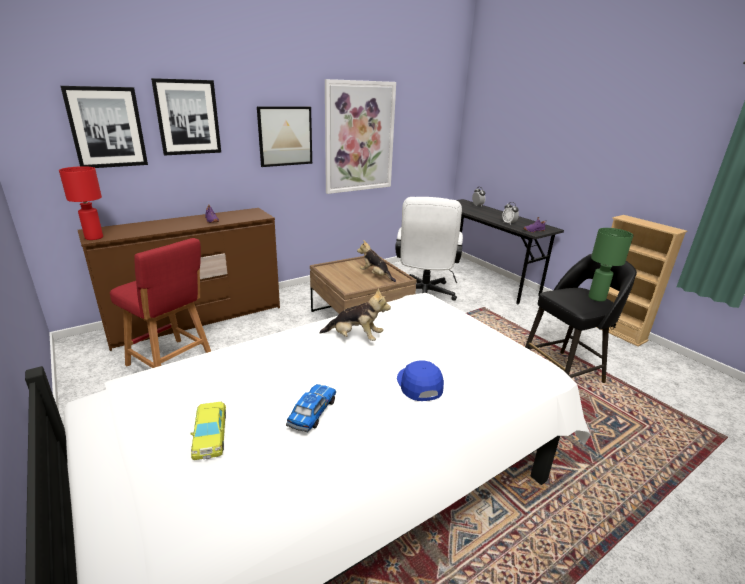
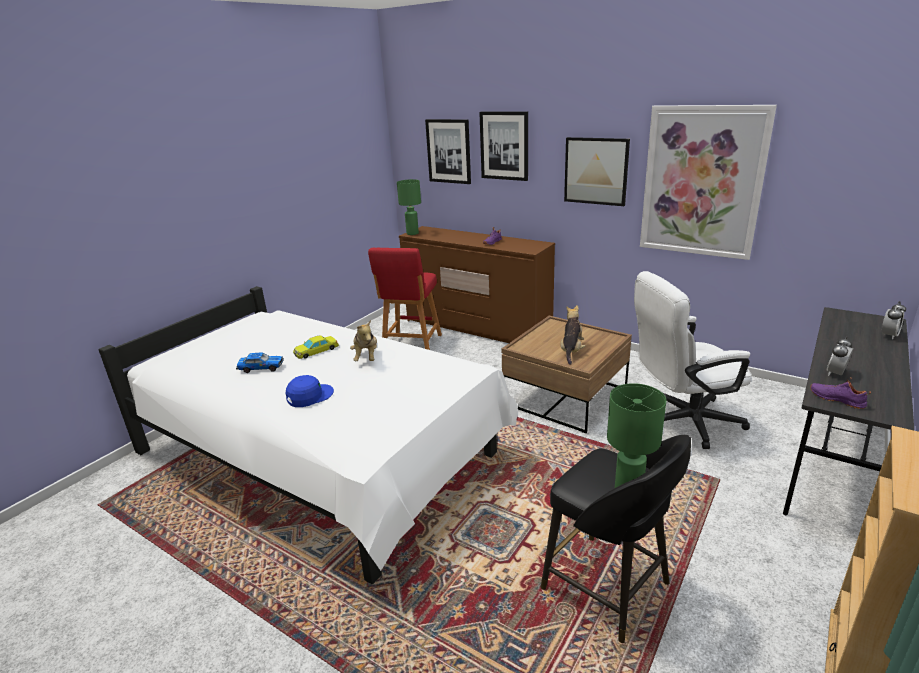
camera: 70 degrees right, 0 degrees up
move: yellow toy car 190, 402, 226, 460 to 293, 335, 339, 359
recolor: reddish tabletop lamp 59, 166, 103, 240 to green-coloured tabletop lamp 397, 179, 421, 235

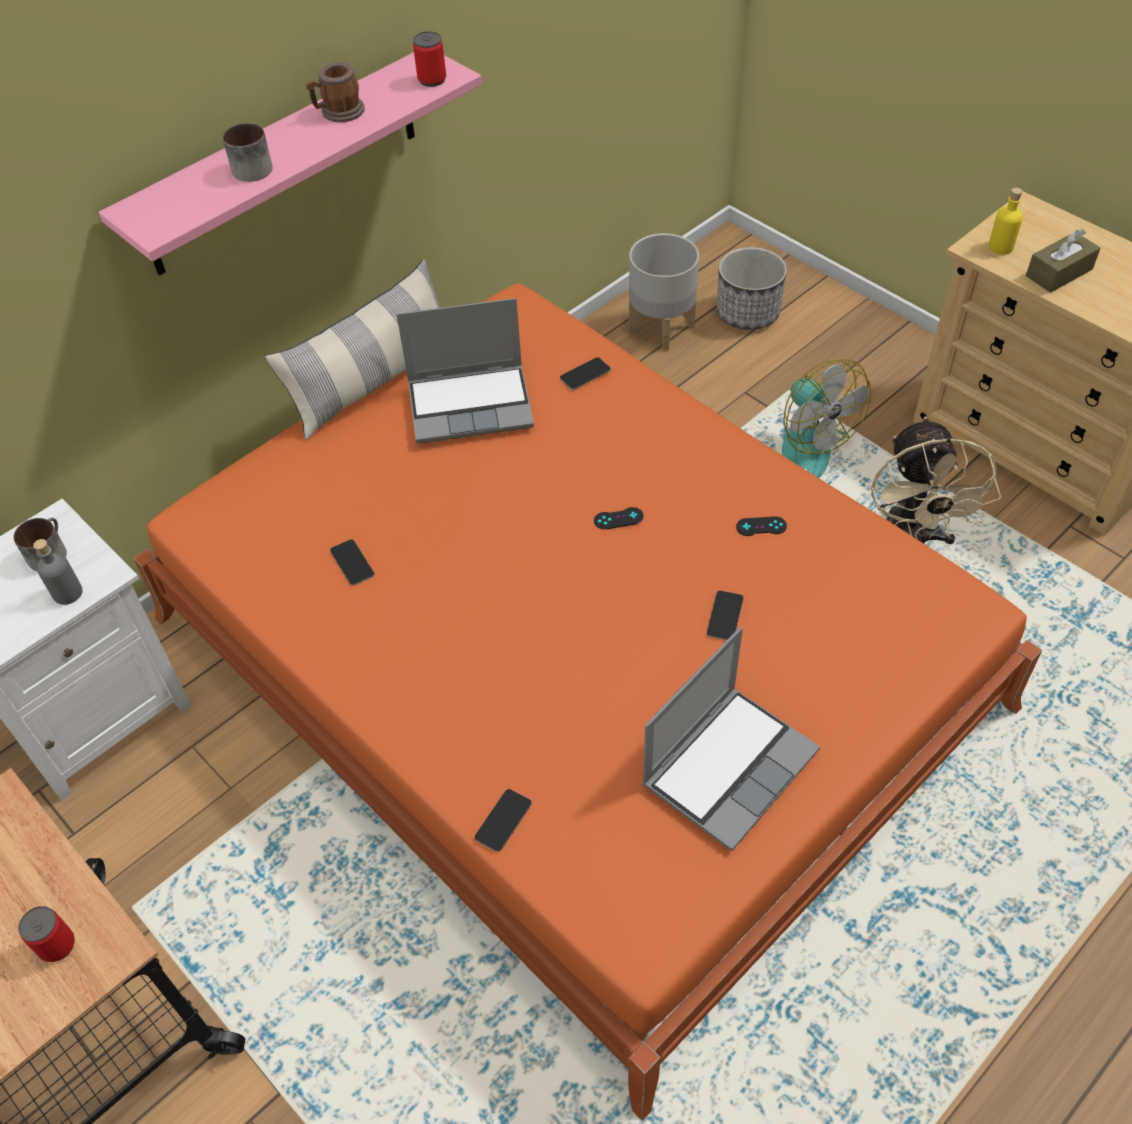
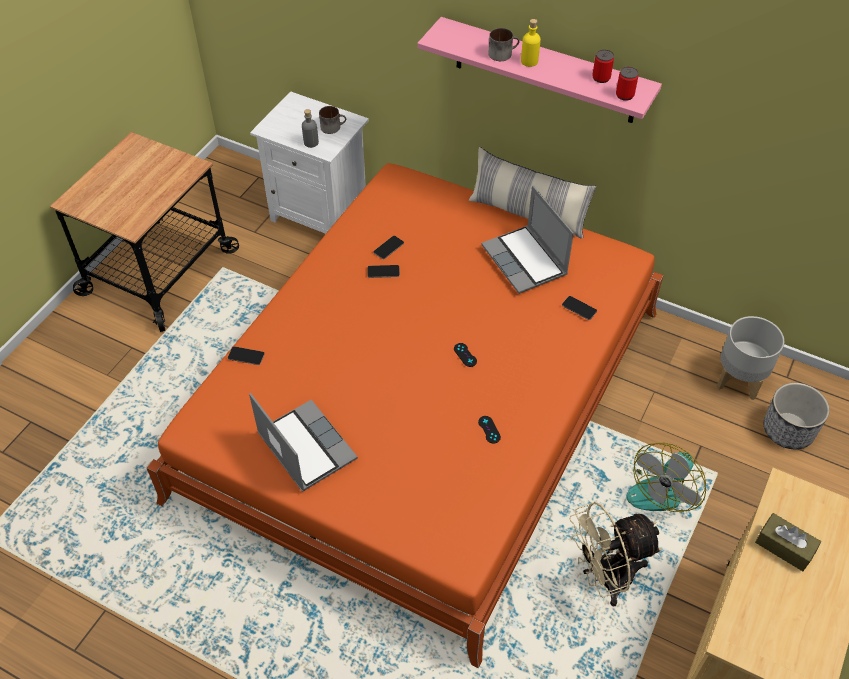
camera: 70 degrees right, 0 degrees up
delete: coffee mug 306, 62, 365, 122
move: metal can 18, 906, 75, 962 to 592, 50, 614, 83; telephone 707, 591, 743, 640 to 368, 265, 400, 278; yellow drink bottle 988, 188, 1023, 255 to 521, 19, 541, 67
rotate: portable computer 642, 627, 820, 851 = 249, 393, 358, 492 150 degrees counterclockwise

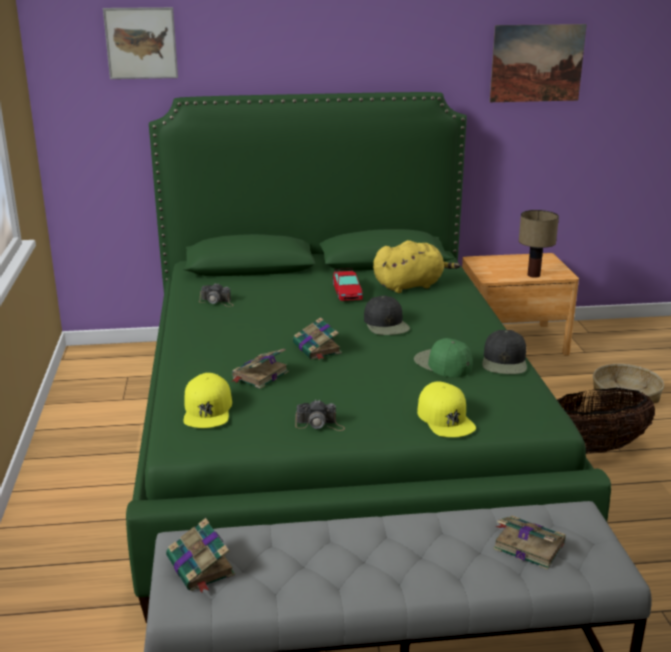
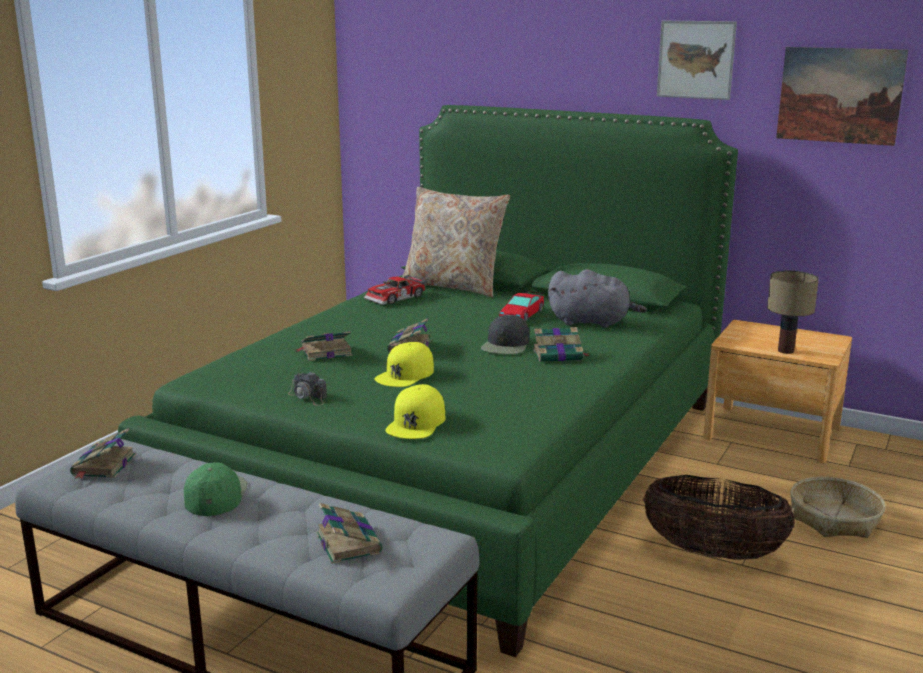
camera: 35 degrees right, 5 degrees down
delete: blackish cap 482, 330, 527, 374
insert: beige pillow 402, 187, 510, 297; book 533, 327, 590, 362
move: wall picture 103, 7, 178, 79 to 657, 21, 737, 100; yellow cap 183, 373, 232, 428 to 374, 342, 434, 387; green-coloured cap 414, 338, 473, 377 to 184, 462, 247, 516
replace: photo camera 199, 283, 233, 307 to toy car 364, 275, 427, 305
recolor: yellow plush toy 373, 240, 460, 293 to grey plush toy 548, 269, 647, 328

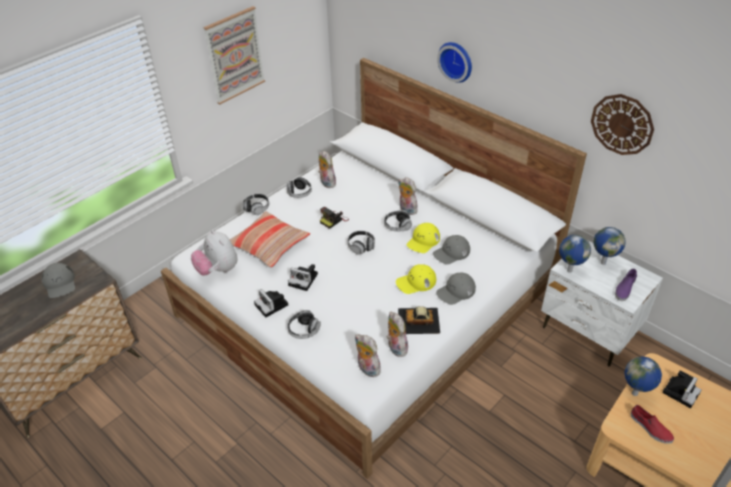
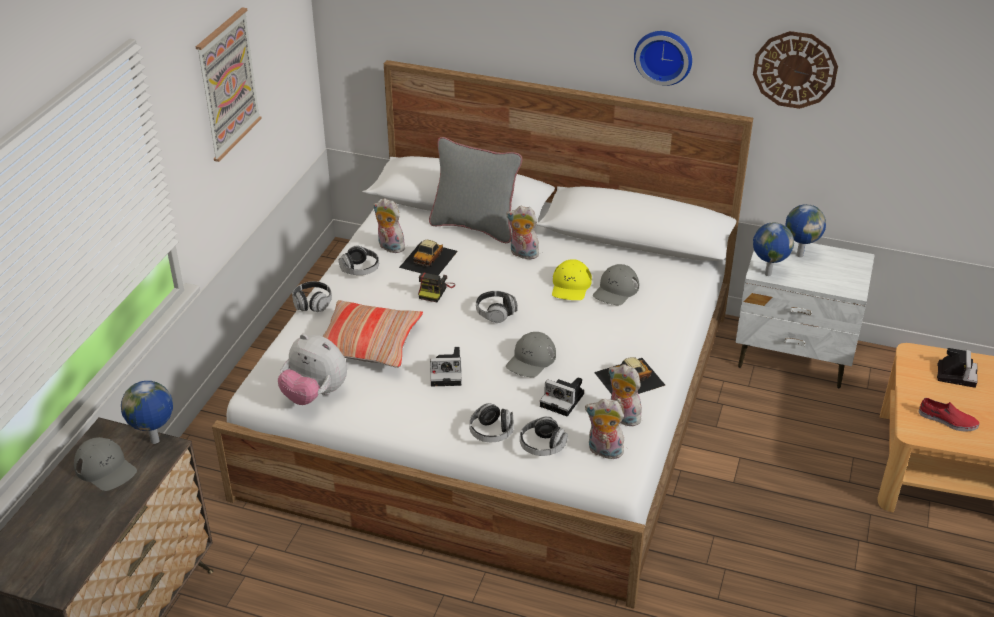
camera: 25 degrees left, 5 degrees down
delete: yellow cap 396, 264, 436, 294; purple-coloured item of footwear 615, 269, 637, 301
insert: toy car 399, 240, 458, 275; grey pillow 429, 137, 522, 243
move: photo camera 254, 289, 288, 317 to 540, 377, 584, 416; pair of headphones 384, 210, 412, 231 to 520, 416, 568, 456; grey cap 436, 272, 476, 305 to 506, 332, 556, 378; hanging clock 437, 42, 472, 83 to 634, 31, 692, 86; desk globe 624, 357, 662, 396 to 121, 381, 173, 444

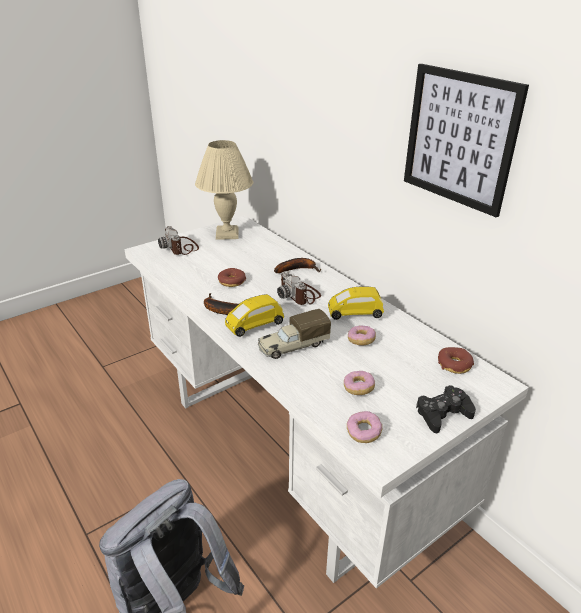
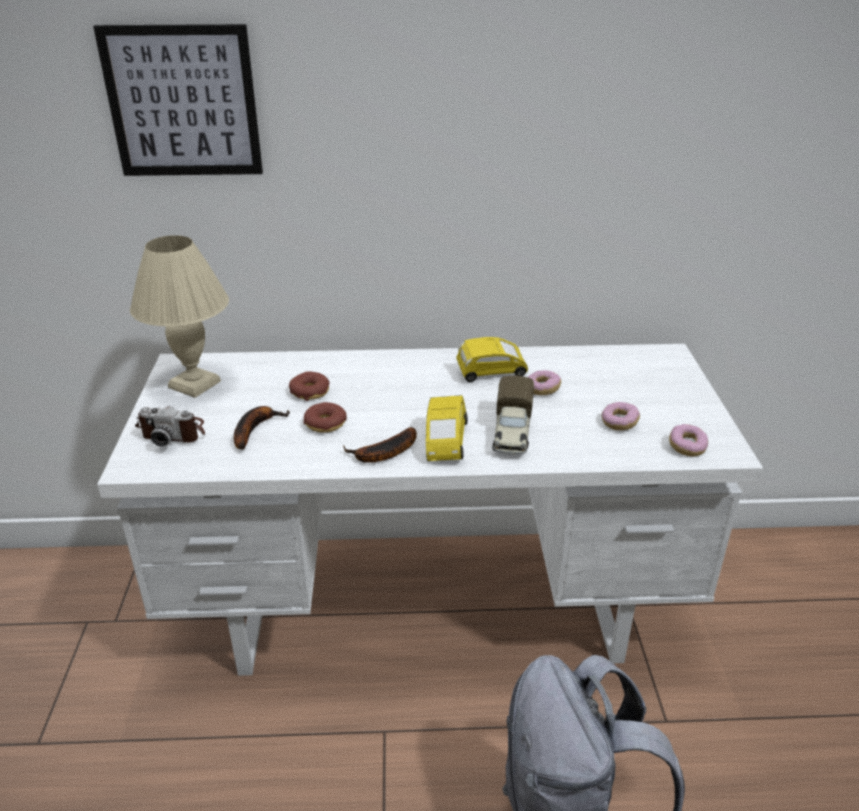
camera: 55 degrees left, 0 degrees up
delete: photo camera 277, 271, 321, 305; blackish gamepad 416, 385, 476, 434
move: banana fruit 274, 258, 321, 273 to 234, 406, 290, 450; wall picture 404, 64, 529, 217 to 93, 24, 263, 176; doughnut 438, 347, 474, 374 to 289, 371, 329, 401
rotate: yellow toy car 328, 287, 384, 320 = 456, 337, 528, 382 135 degrees counterclockwise

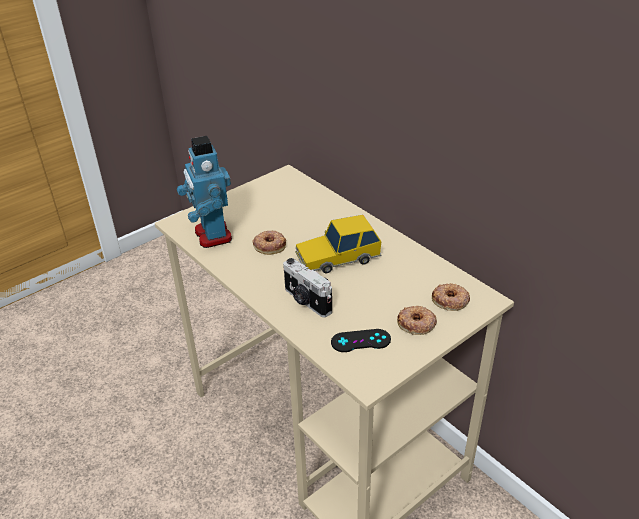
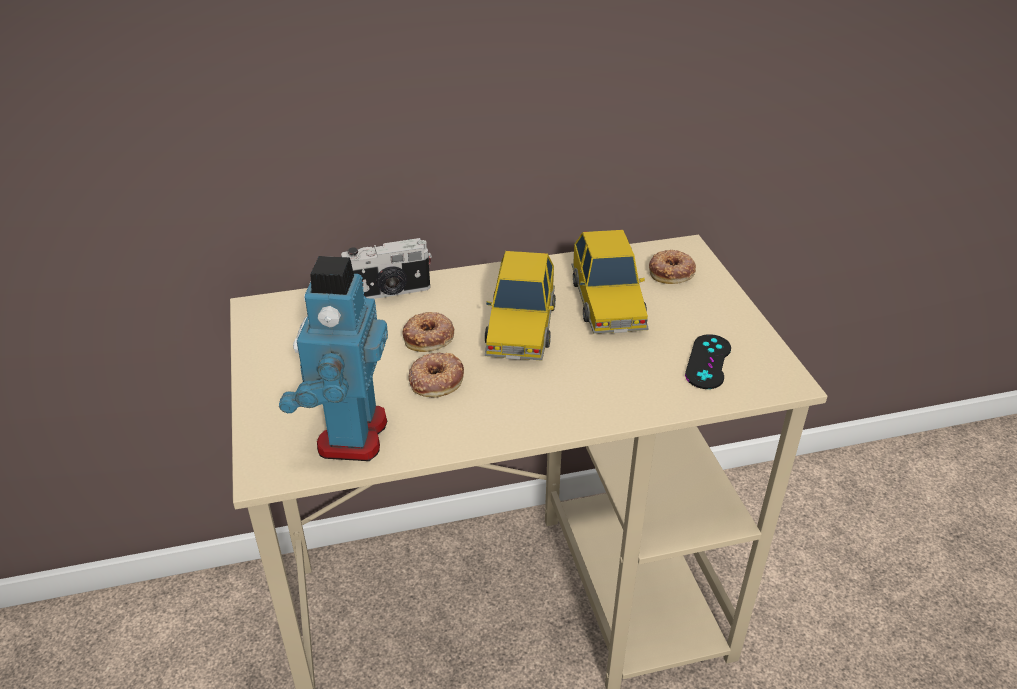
camera: 65 degrees left, 0 degrees up
insert: toy car 572, 230, 649, 334
move: photo camera 283, 258, 332, 317 to 341, 238, 432, 299; doughnut 397, 306, 437, 335 to 402, 312, 454, 352
rotate: toy robot 177, 136, 232, 248 = 279, 256, 388, 461 90 degrees clockwise

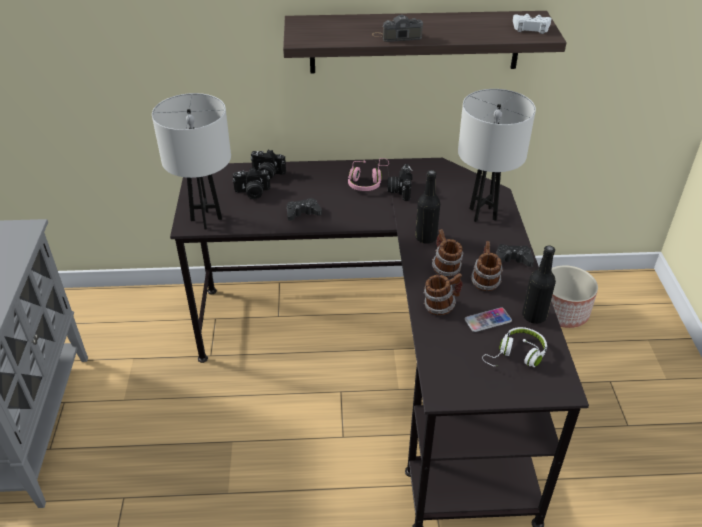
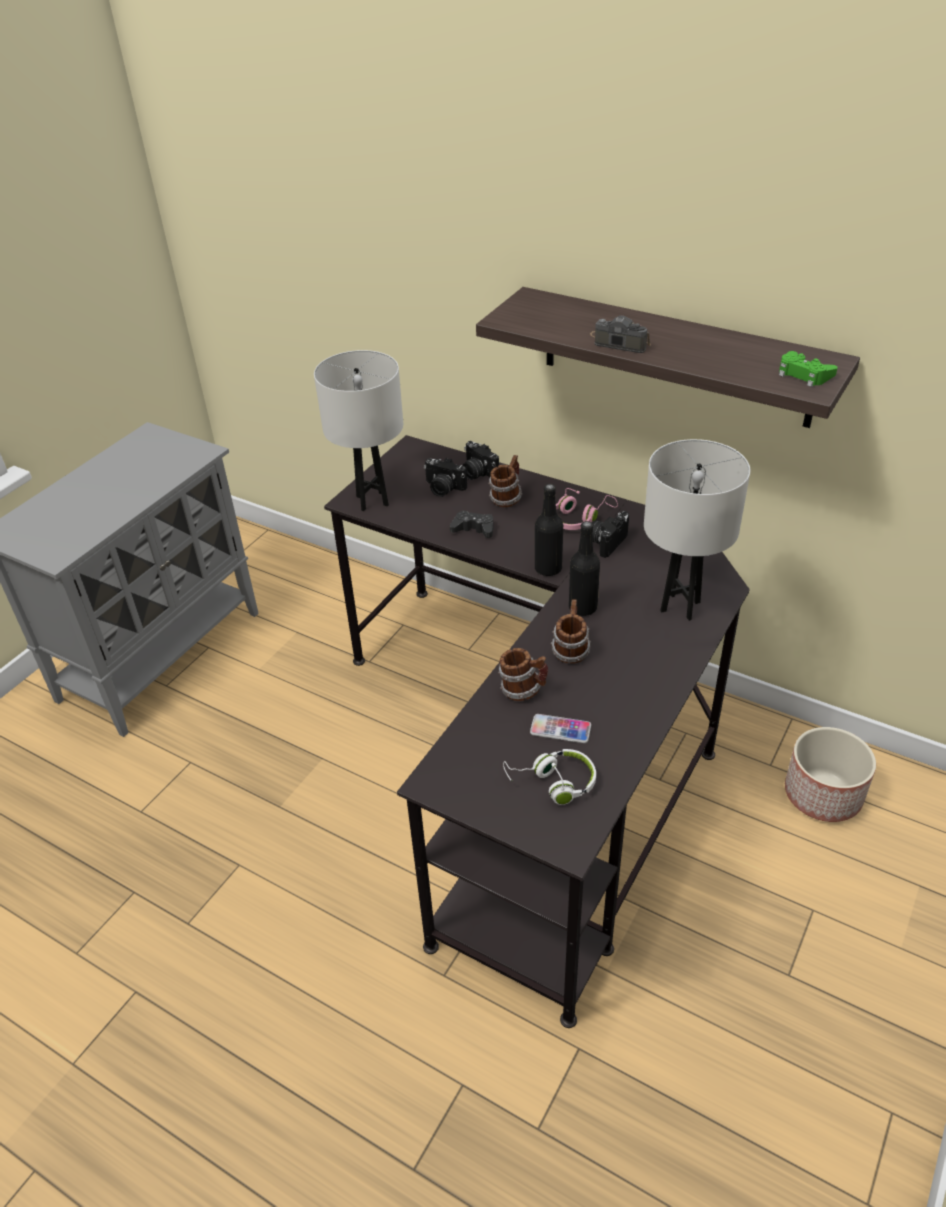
camera: 35 degrees right, 0 degrees up
delete: blackish gamepad 496, 244, 534, 267
move: coffee mug 470, 241, 503, 291 to 489, 455, 522, 507; blackish drink bottle 522, 245, 556, 324 to 535, 484, 563, 576
recolor: white gamepad 513, 14, 552, 34 to green-coloured gamepad 779, 351, 838, 387

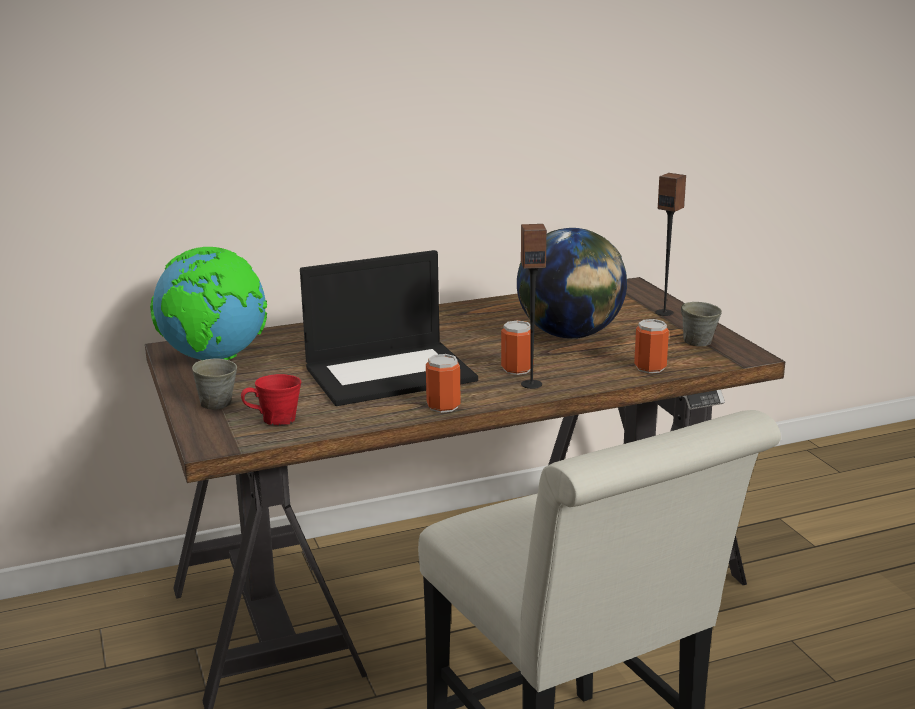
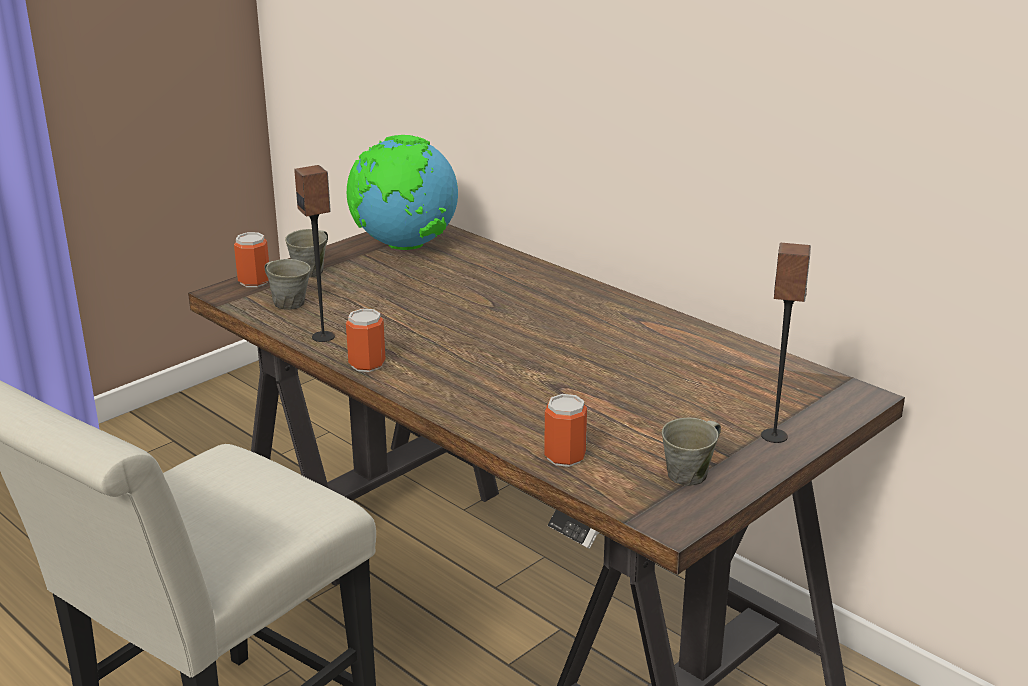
camera: 65 degrees right, 5 degrees up
delete: portable computer 300, 250, 478, 406; desk globe 517, 228, 627, 339
move: metal can 501, 320, 534, 375 to 234, 232, 269, 287; speaker 521, 224, 547, 389 to 294, 165, 335, 342
recolor: reddish coffee mug 241, 374, 301, 426 to grey coffee mug 265, 259, 311, 310

